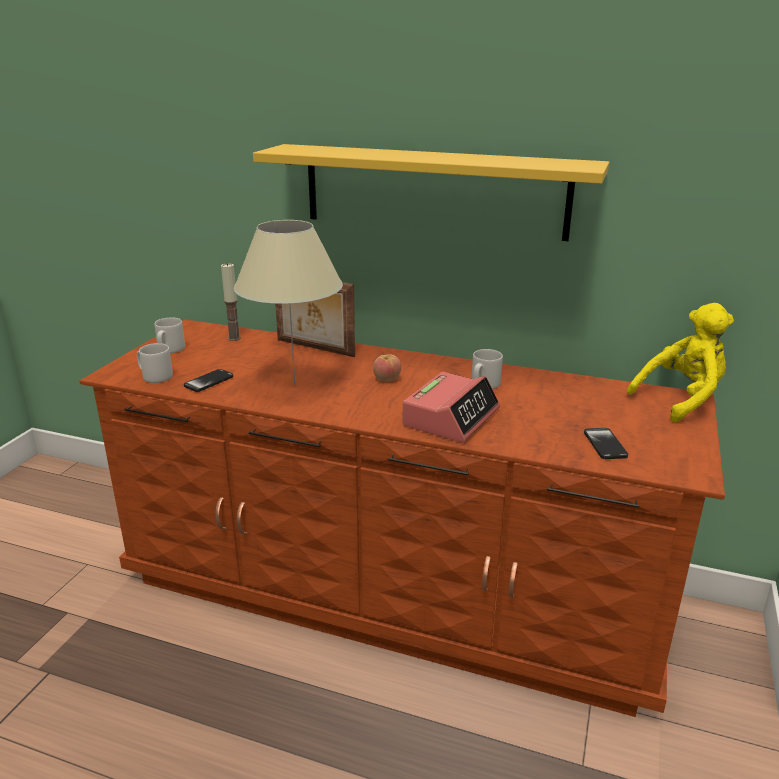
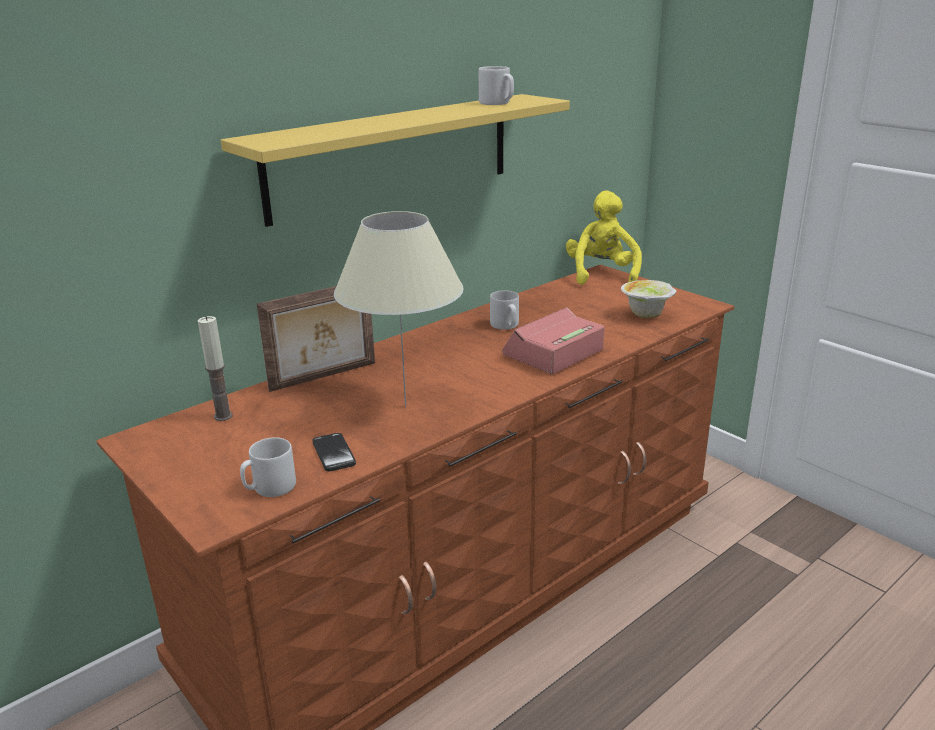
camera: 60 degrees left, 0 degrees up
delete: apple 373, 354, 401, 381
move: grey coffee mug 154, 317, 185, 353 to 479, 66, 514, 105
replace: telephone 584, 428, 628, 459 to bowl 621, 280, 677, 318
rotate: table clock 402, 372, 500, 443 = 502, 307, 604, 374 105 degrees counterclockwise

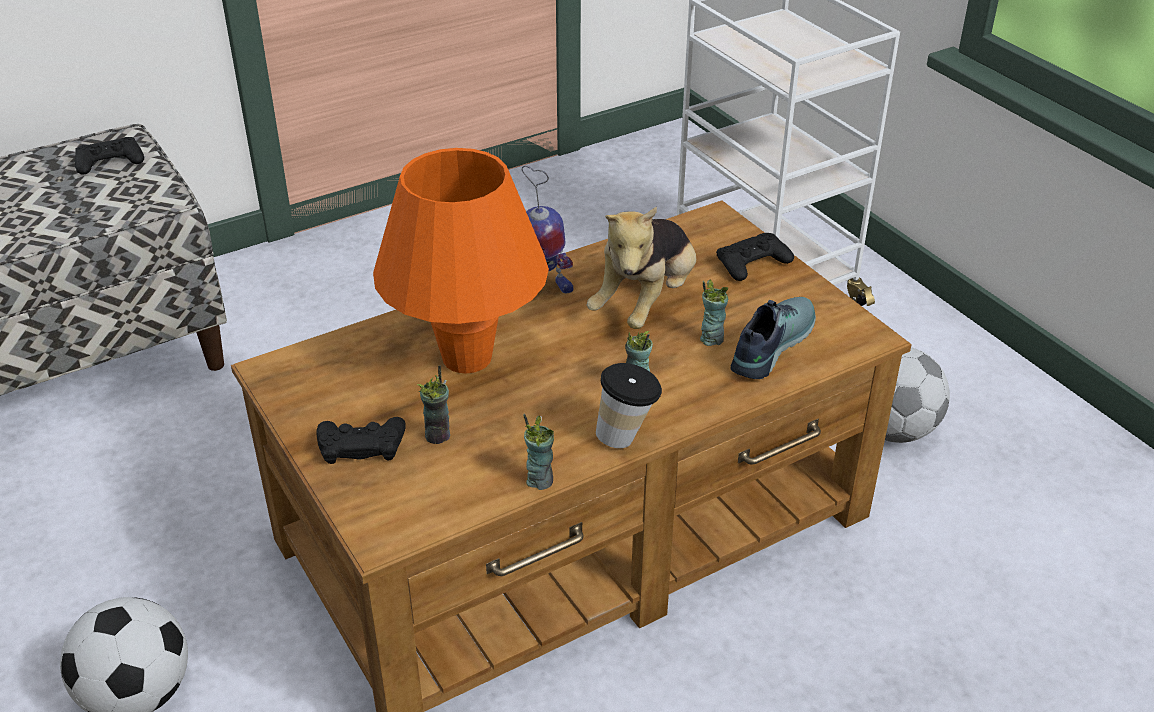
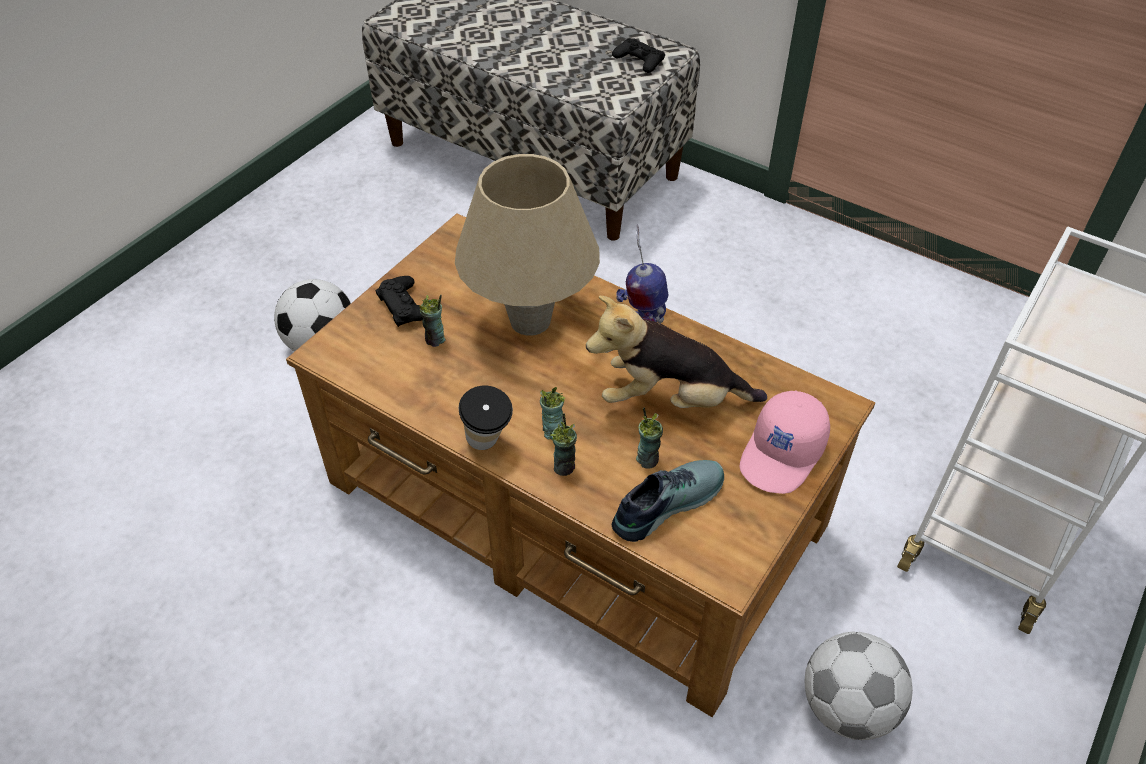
camera: 65 degrees right, 10 degrees up
move: cup 523, 414, 554, 490 to 551, 413, 577, 476
replace: blackish gamepad 716, 233, 794, 281 to pink-coloured cap 739, 390, 830, 494
recolor: orange tabletop lamp 373, 148, 549, 374 to beige tabletop lamp 455, 154, 600, 336
rotate: item of footwear 730, 297, 816, 379 = 612, 460, 724, 542 45 degrees counterclockwise

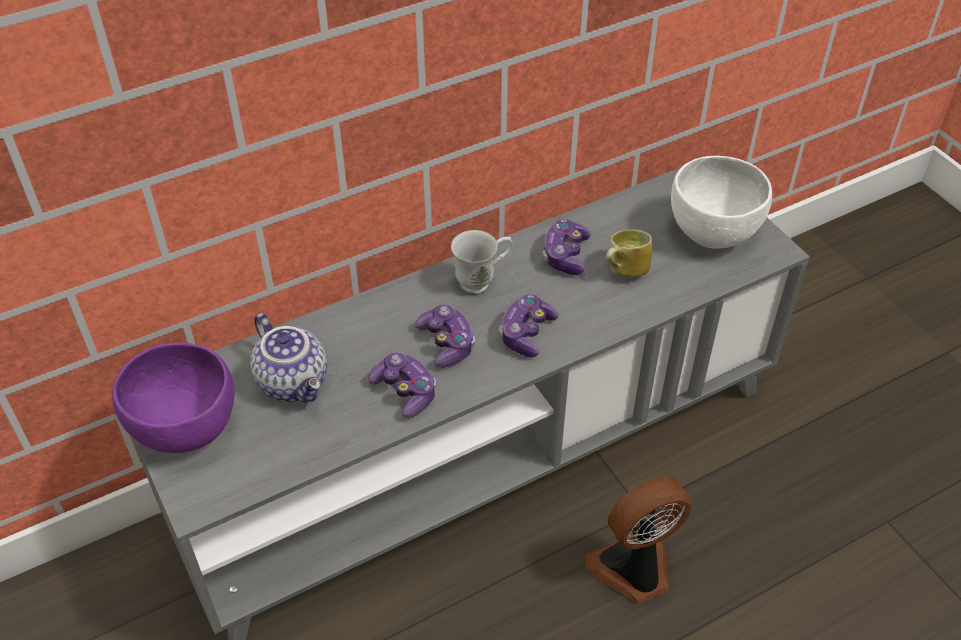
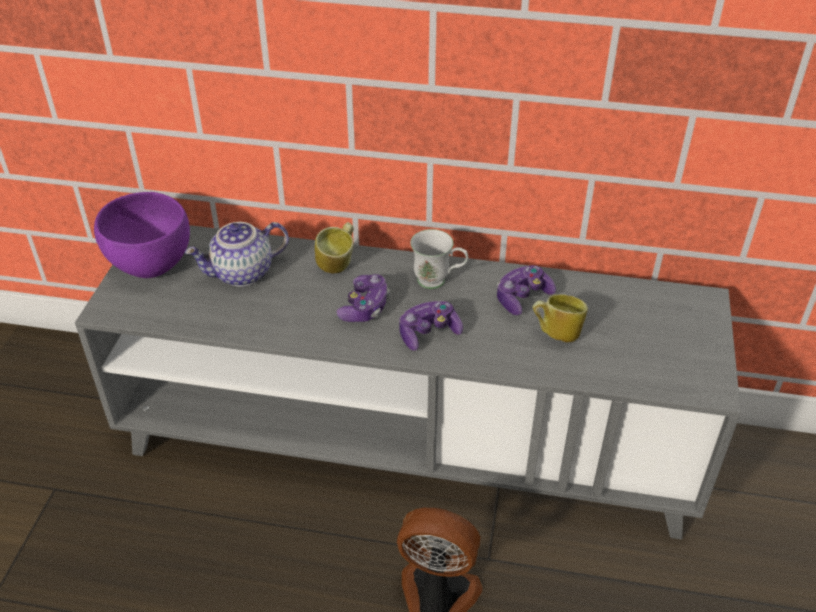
camera: 40 degrees right, 5 degrees down
delete: gamepad 368, 352, 436, 418; white bowl 671, 156, 772, 249
insert: coffee mug 315, 222, 354, 273
rotate: pot for tea 250, 313, 327, 403 = 185, 222, 289, 287 60 degrees clockwise

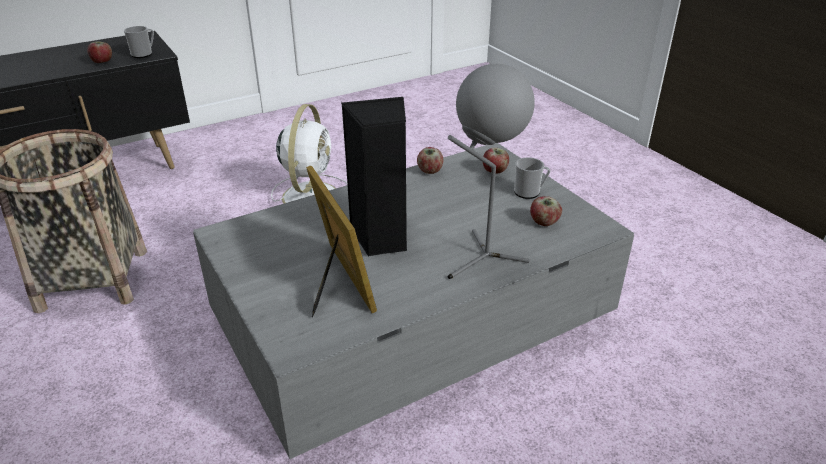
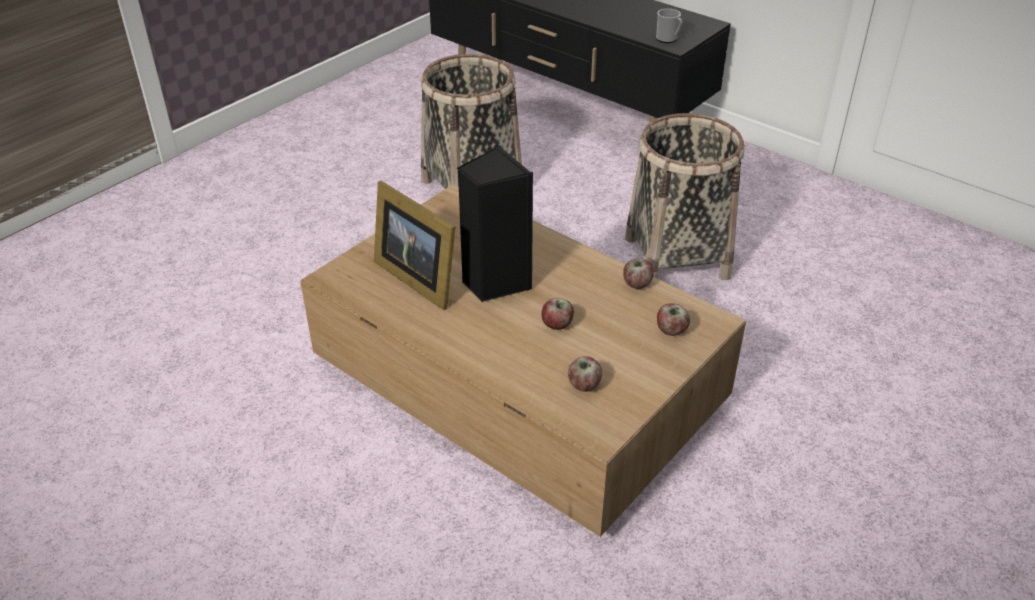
camera: 70 degrees right, 5 degrees up
delete: grey tabletop lamp 448, 64, 535, 279; coffee mug 514, 157, 550, 199
move: apple 87, 41, 112, 63 to 541, 298, 574, 330
replace: white electric fan 271, 104, 347, 204 to household basket 625, 113, 745, 280
recolor: grey lounge table 193, 143, 635, 459 to brown lounge table 300, 184, 746, 537
rotate: picture frame 306, 166, 377, 317 = 374, 181, 456, 310 90 degrees clockwise

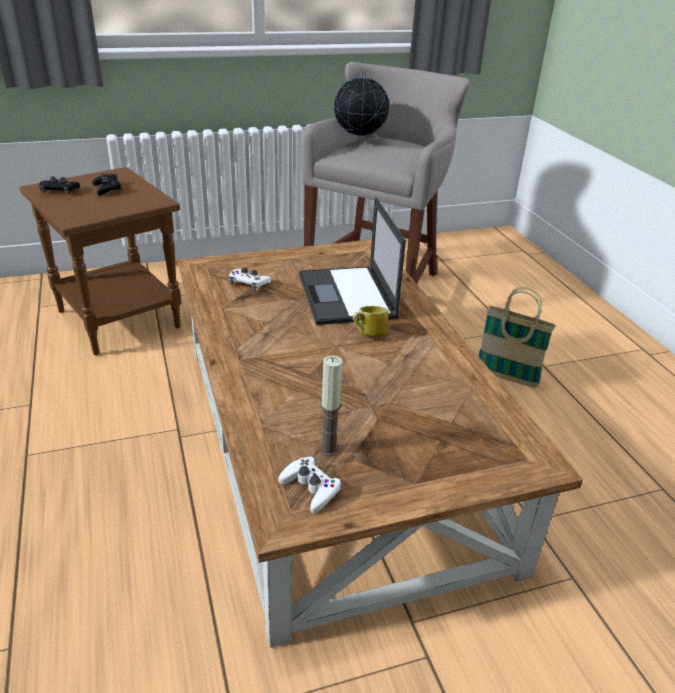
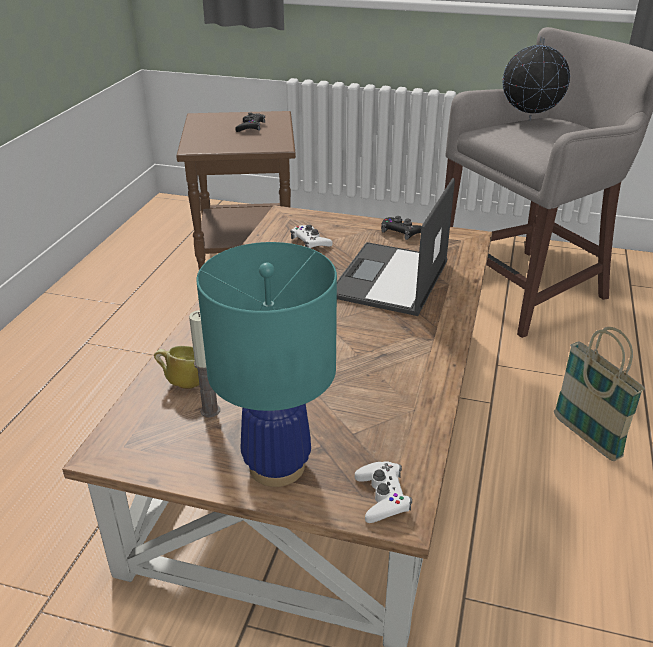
camera: 35 degrees right, 0 degrees up
insert: blue-green tabletop lamp 196, 242, 337, 487
move: blackish gamepad 39, 177, 80, 195 to 381, 216, 421, 240; white gamepad 279, 456, 342, 513 to 355, 461, 412, 523; coffee mug 352, 306, 389, 336 to 154, 346, 199, 389

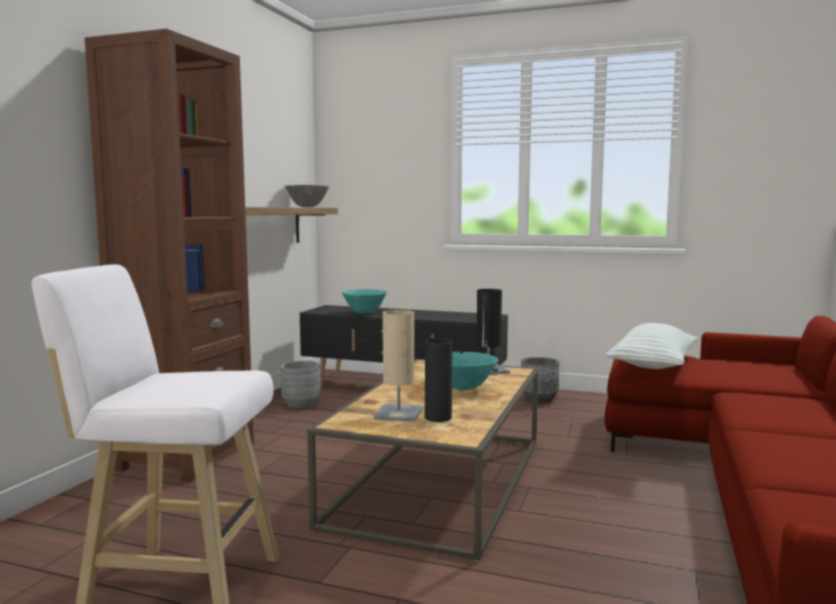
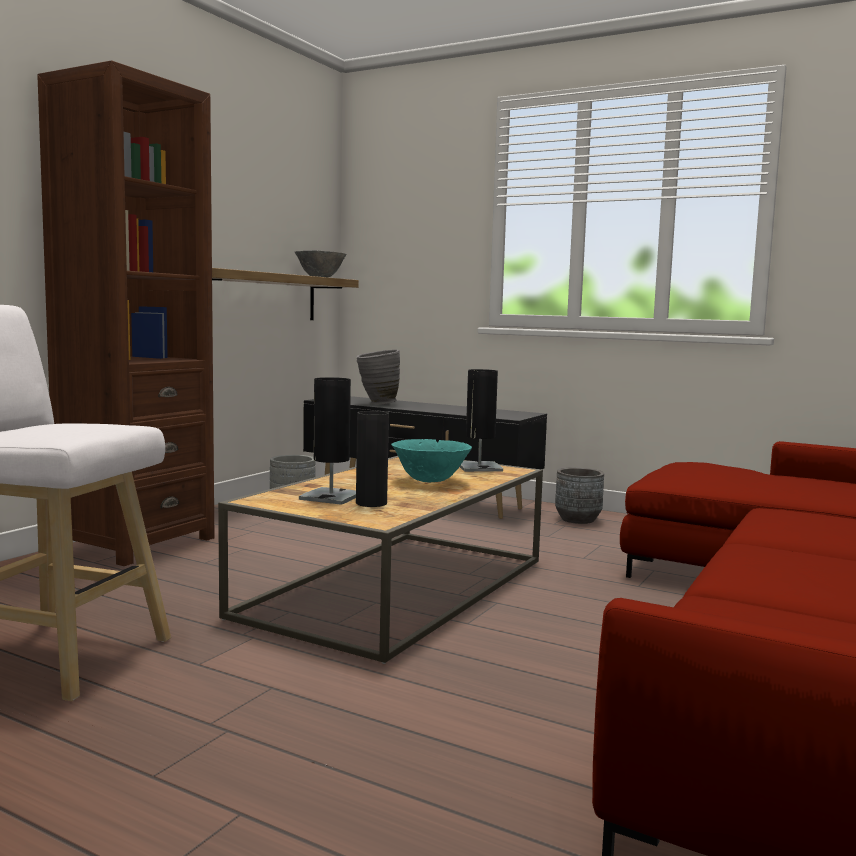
camera: 10 degrees right, 0 degrees up
delete: pillow 606, 323, 698, 369
replace: blue-green bowl 342, 289, 387, 314 to grey decorative vase 356, 350, 400, 405
recolor: beige tabletop lamp 374, 310, 423, 422 to blackish tabletop lamp 299, 377, 356, 505

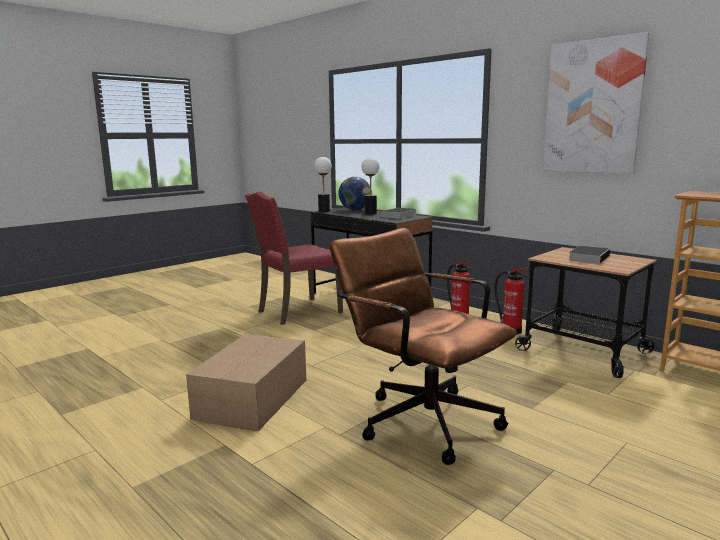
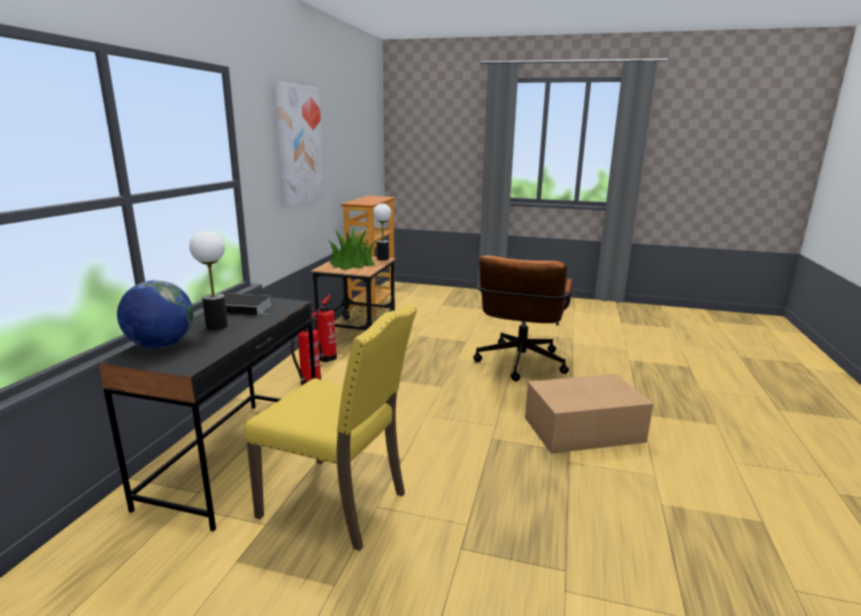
camera: 120 degrees left, 5 degrees up
move: tabletop lamp 314, 157, 332, 212 to 373, 203, 391, 260
replace: book 569, 246, 610, 264 to potted plant 329, 226, 375, 270
recolor: reddish plain chair 245, 191, 343, 325 to yellow plain chair 244, 305, 417, 551

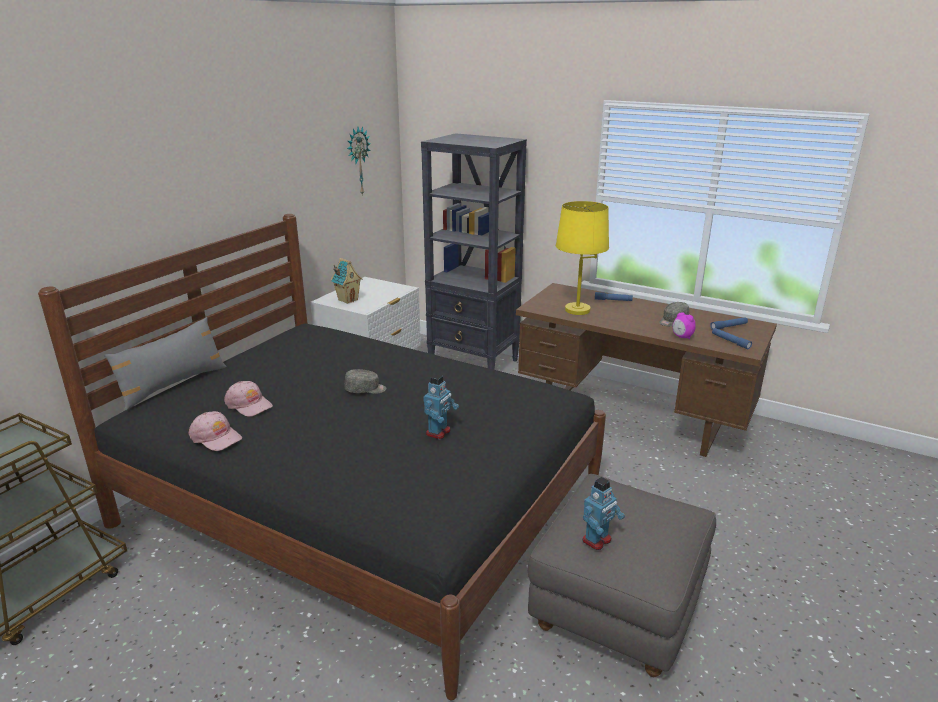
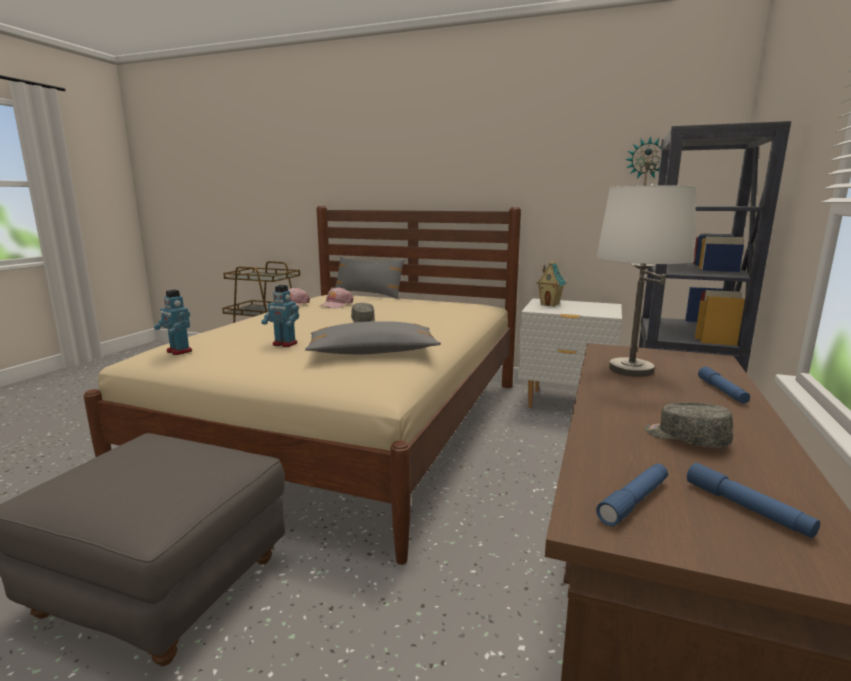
camera: 80 degrees right, 10 degrees down
delete: table clock 672, 313, 696, 339
insert: grey pillow 305, 321, 441, 355
move: toy robot 583, 477, 625, 550 to 154, 290, 192, 355
recolor: blackish sleeping bed 38, 214, 606, 700 to beige sleeping bed 83, 206, 521, 565; yellow tabletop lamp 556, 201, 609, 315 to white tabletop lamp 596, 184, 696, 377

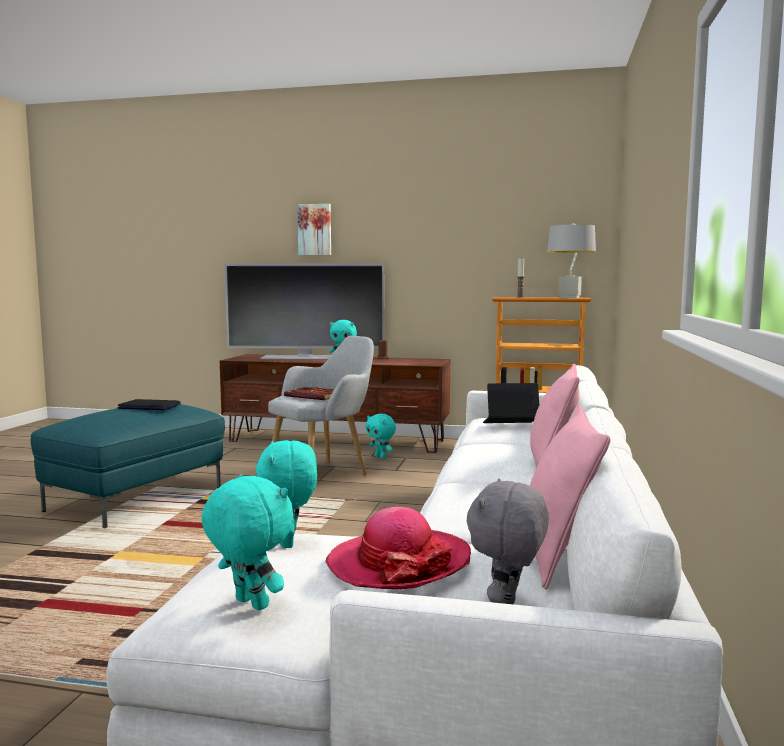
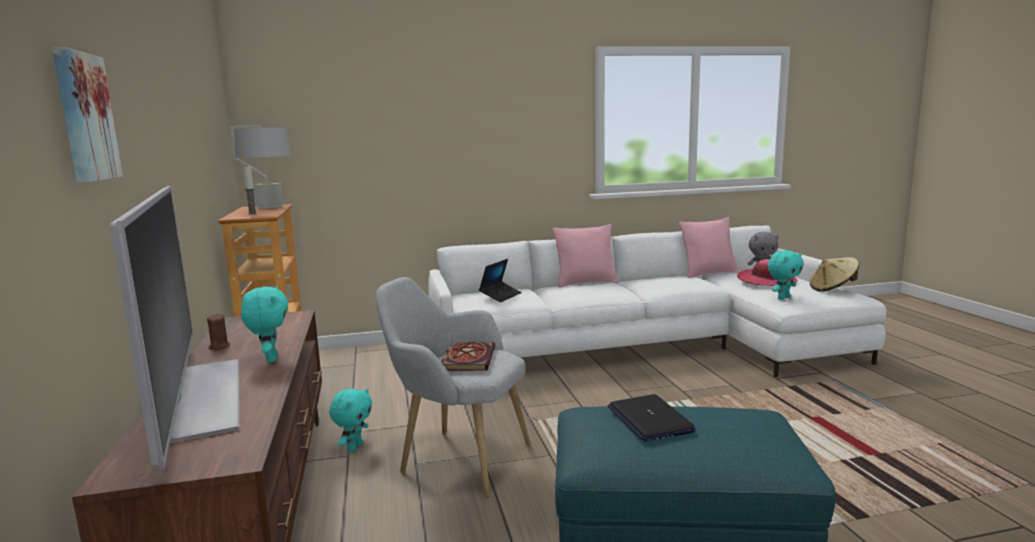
camera: 115 degrees left, 5 degrees up
replace: blue-green plush toy 201, 475, 294, 610 to beige wearable hat 810, 257, 860, 292
rotate: portable computer 483, 383, 539, 423 = 479, 259, 522, 302 120 degrees counterclockwise

